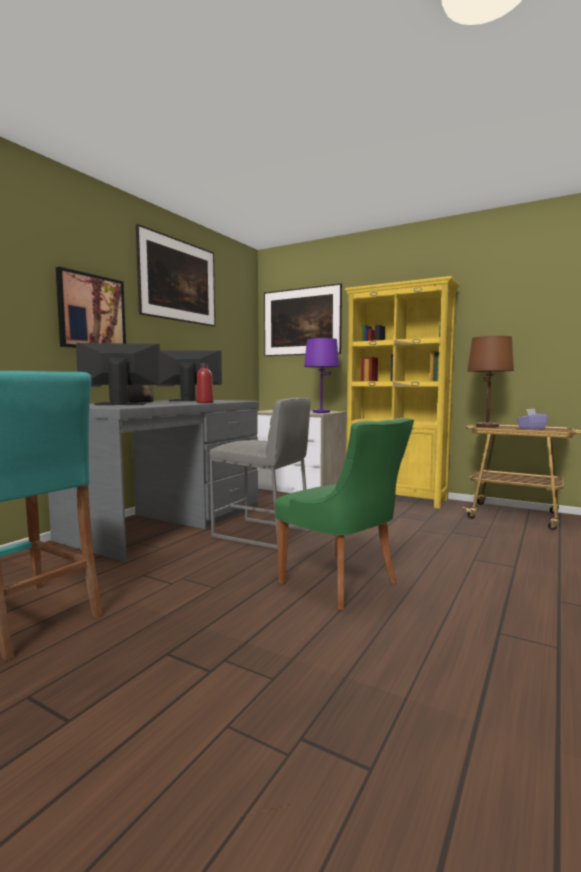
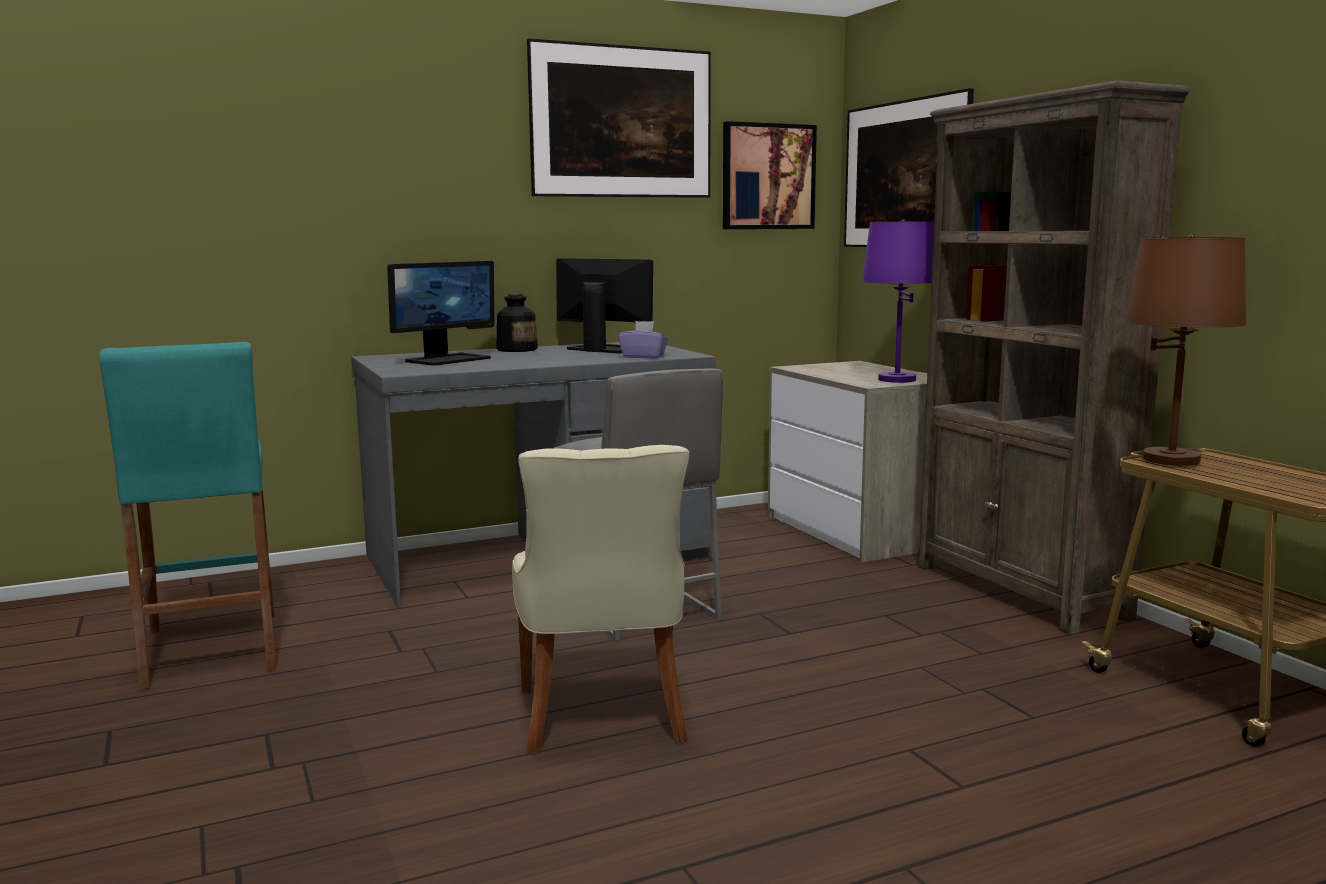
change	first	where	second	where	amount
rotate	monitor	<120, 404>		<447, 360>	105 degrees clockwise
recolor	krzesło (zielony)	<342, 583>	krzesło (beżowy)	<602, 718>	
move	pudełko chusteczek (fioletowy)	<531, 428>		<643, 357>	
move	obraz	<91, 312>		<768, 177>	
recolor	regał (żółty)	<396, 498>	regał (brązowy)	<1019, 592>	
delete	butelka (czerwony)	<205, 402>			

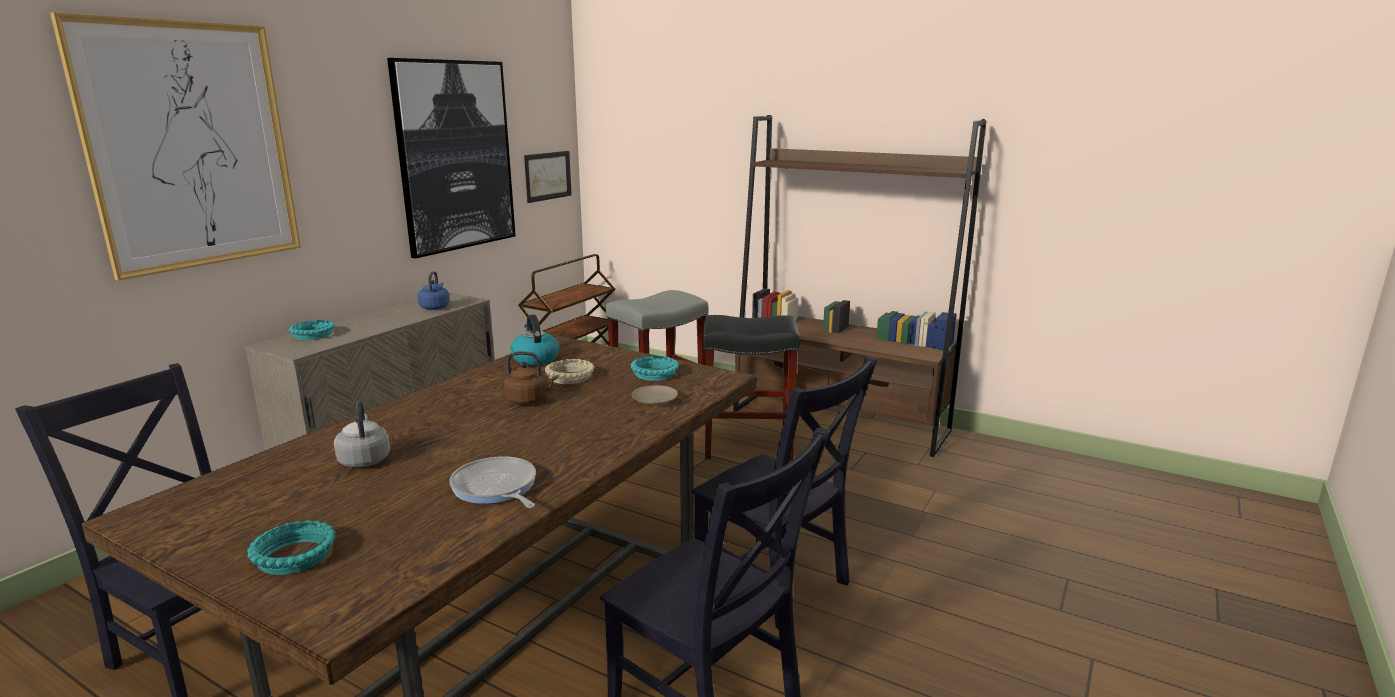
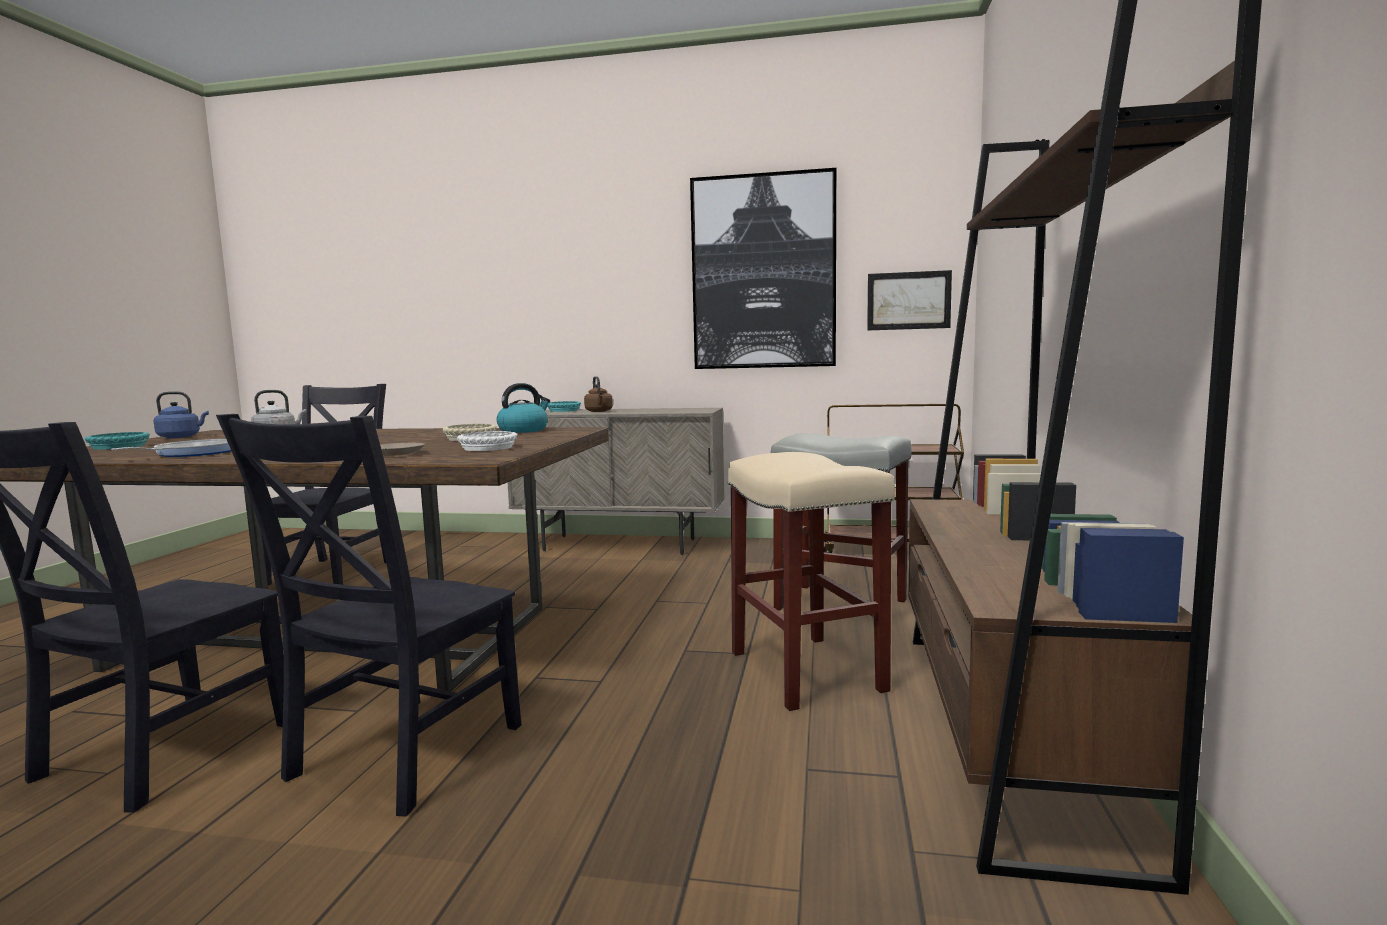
change	first	where	second	where	amount
move	czajnik (niebieski)	<435, 307>		<181, 437>	
recolor	miska (turkusowy)	<655, 374>	miska (biały)	<488, 448>	
move	czajnik (brązowy)	<529, 400>		<599, 411>	
recolor	stołek (czarny)	<749, 445>	stołek (beżowy)	<808, 671>	
delete	obraz	<191, 146>			

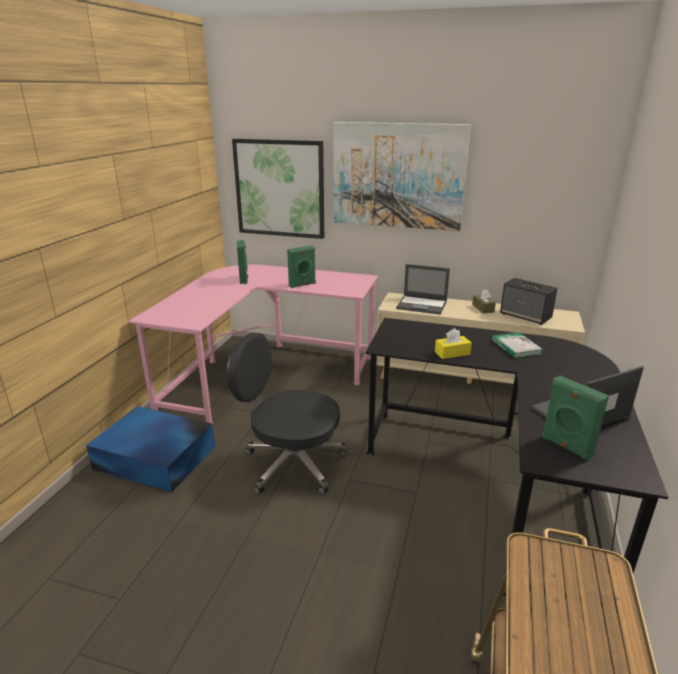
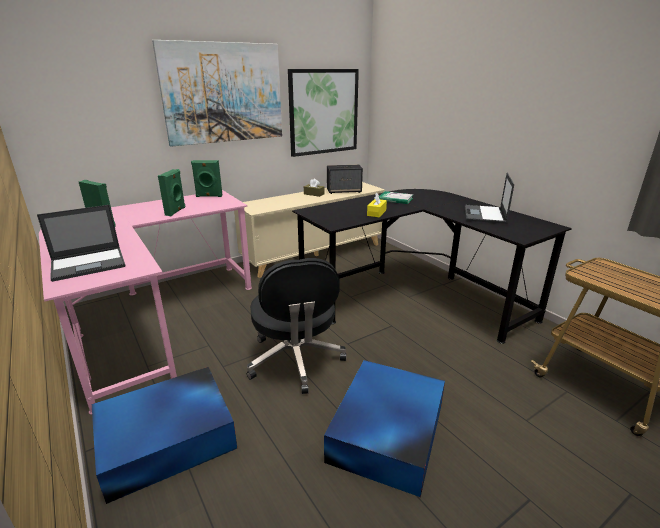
change	first	where	second	where	amount
move	laptop	<422, 305>		<89, 264>	
move	głośnik (zielony)	<566, 447>		<209, 196>	
rotate	krzesło biurowe (czarny)	<291, 464>		<295, 360>	75 degrees counterclockwise
move	obraz	<279, 188>		<323, 112>	
insert			pojemnik do przechowywania (niebieski)	<386, 433>	

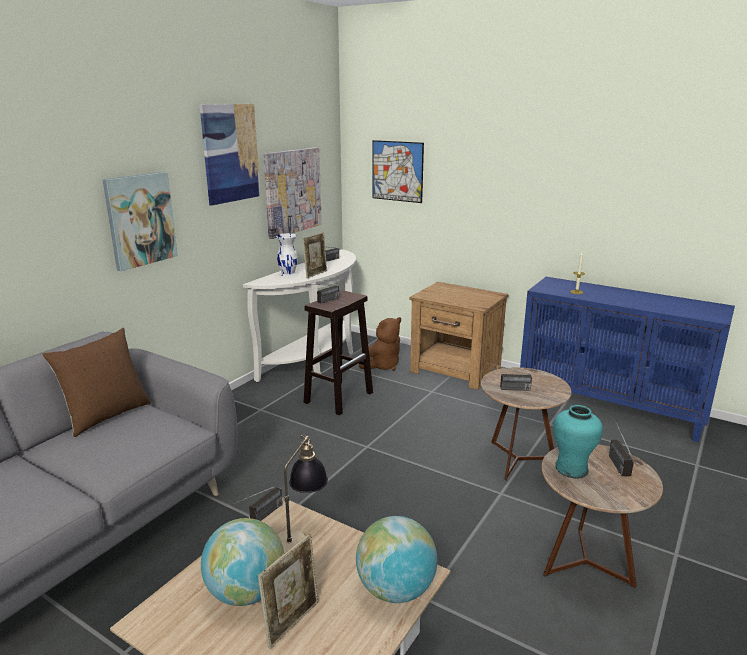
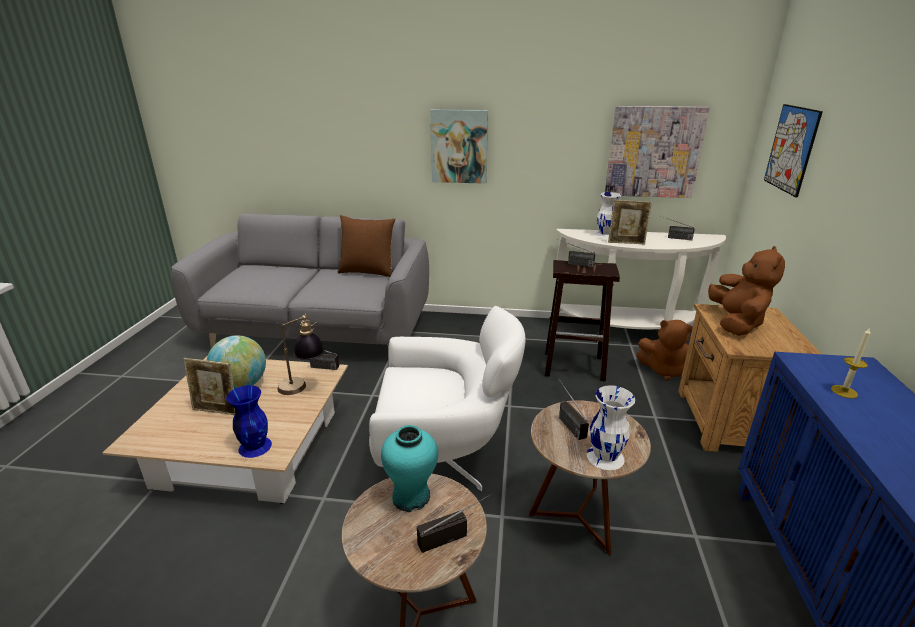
change	first	where	second	where	amount
replace	globus	<396, 590>	wazon (niebieski)	<254, 446>	
insert			fotel (biały)	<444, 458>	
insert			wazon (biały)	<605, 456>	
insert			pluszak (brązowy)	<736, 323>	
delete	obraz	<230, 153>			

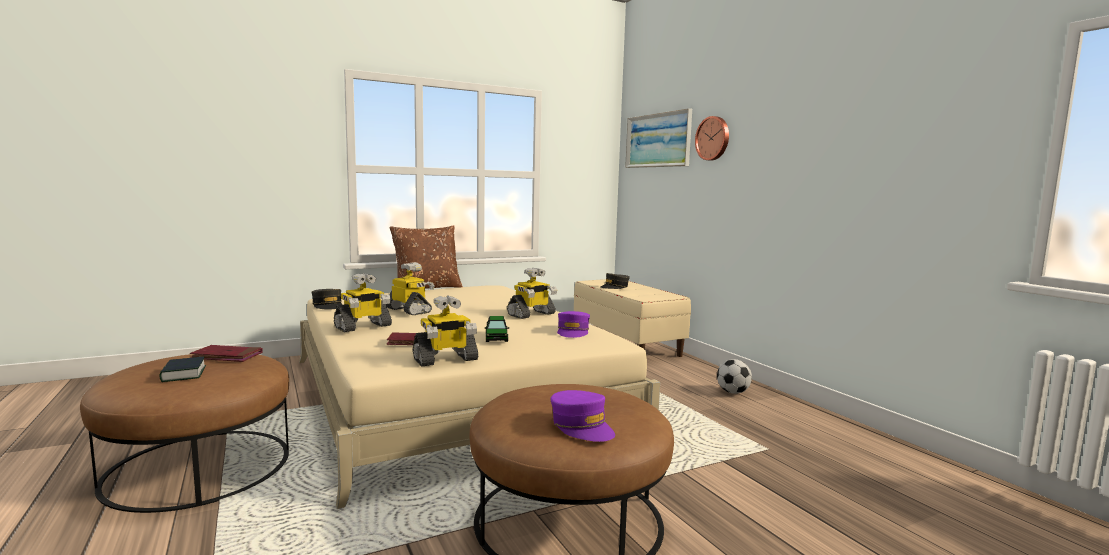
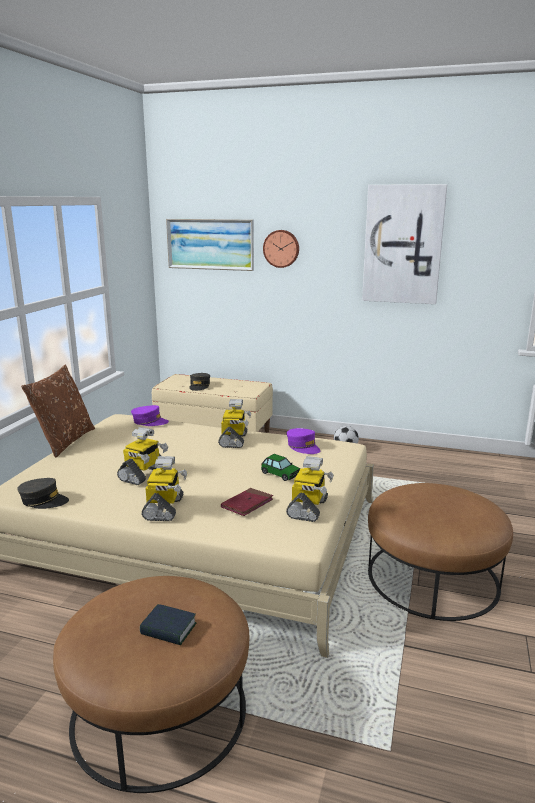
change	first	where	second	where	amount
rotate	robot zabawkowy	<409, 310>		<143, 475>	120 degrees clockwise
move	czapka z daszkiem (fioletowy)	<582, 426>		<149, 422>	
insert			obraz	<403, 245>	
delete	książka (czerwony)	<227, 356>			

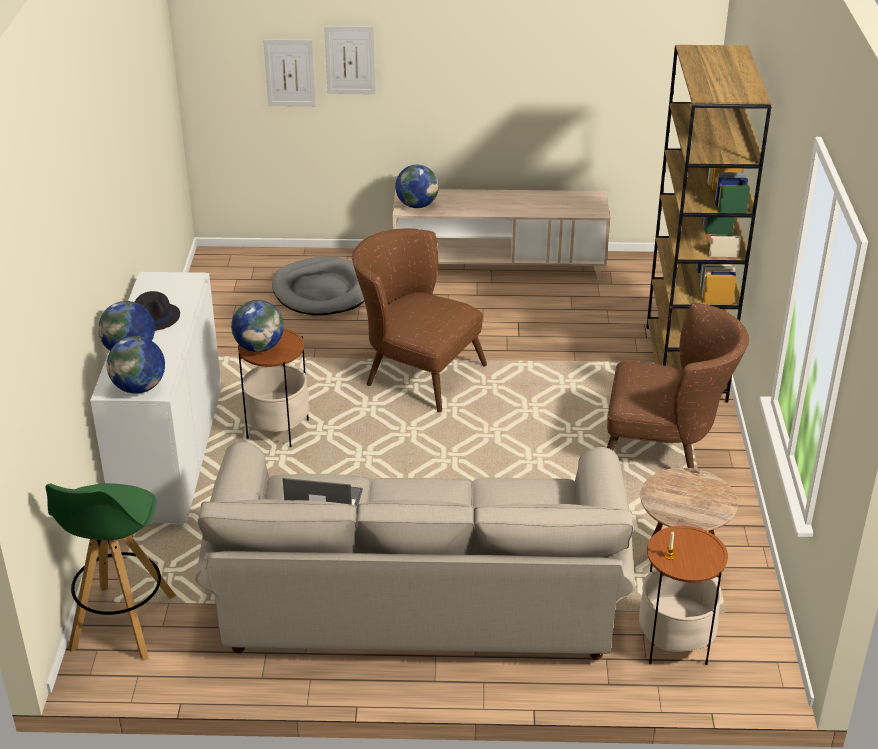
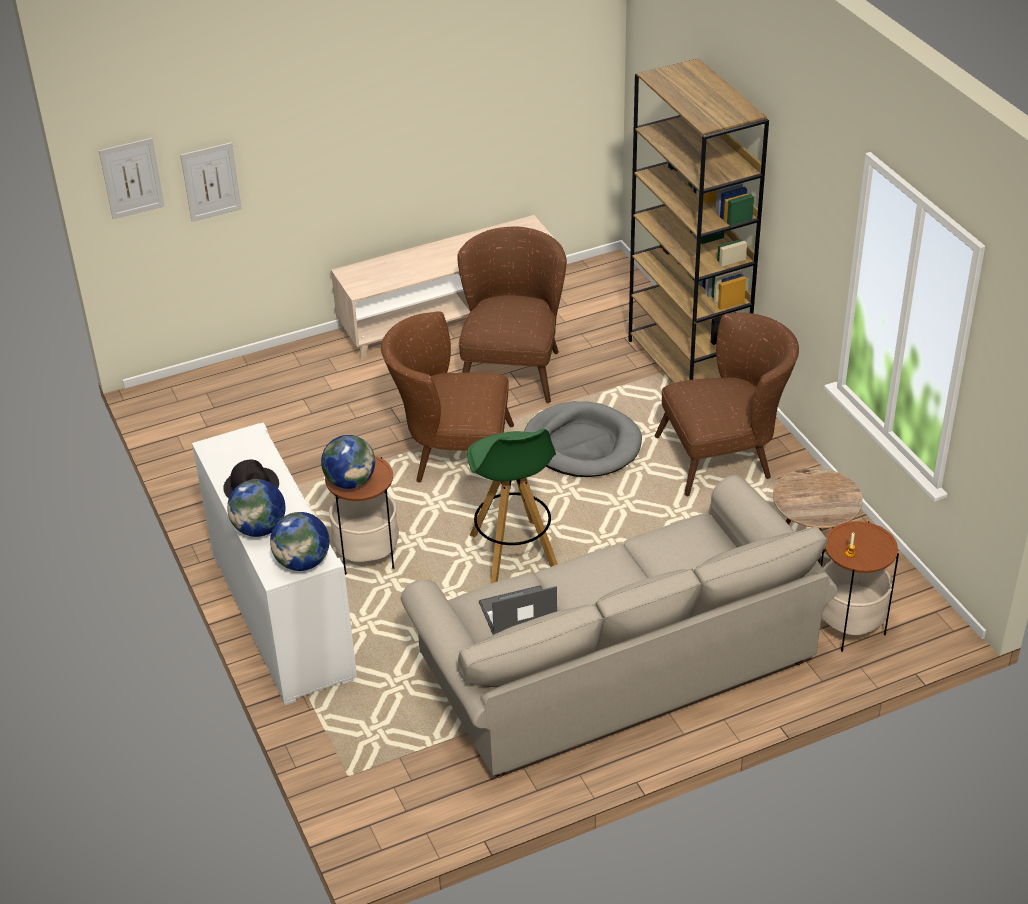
change	first	where	second	where	amount
move	obraz	<350, 60>		<132, 178>	
insert			fotel (brązowy)	<513, 366>	
move	stołek (zielony)	<122, 623>		<514, 554>	
move	legowisko (szary)	<322, 291>		<582, 444>	
delete	globus	<417, 205>			

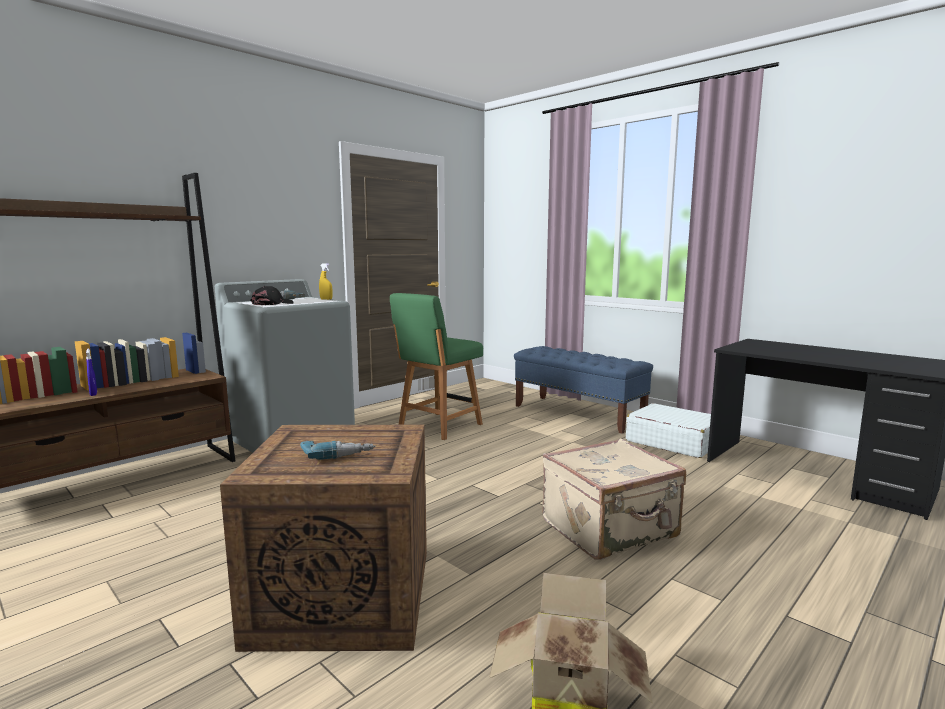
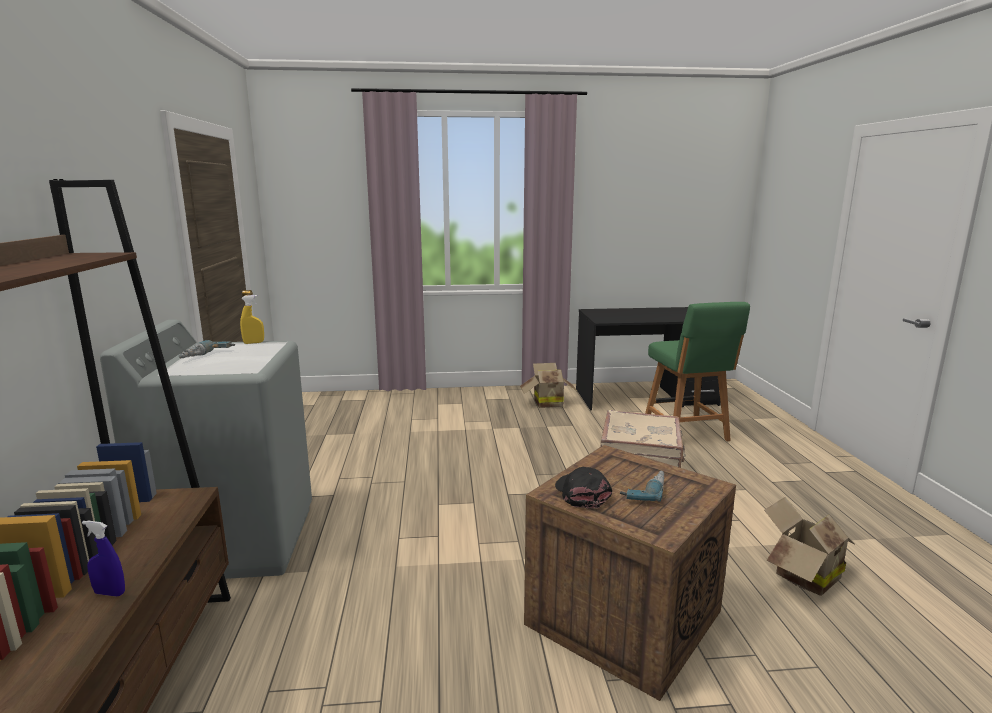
change	first	where	second	where	amount
replace	walizka (biały)	<673, 442>	karton	<546, 403>	
move	czapka z daszkiem (czarny)	<272, 304>		<581, 493>	
move	krzesło (zielony)	<438, 426>		<686, 433>	
delete	ławka (niebieski)	<578, 413>			

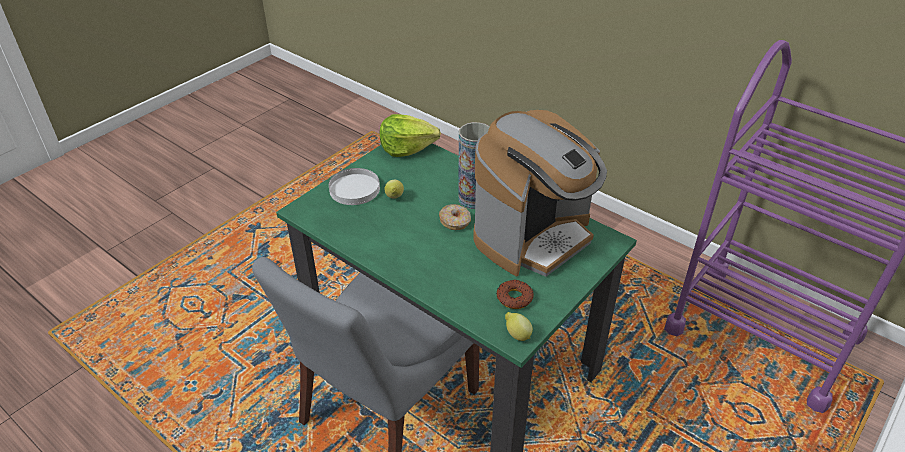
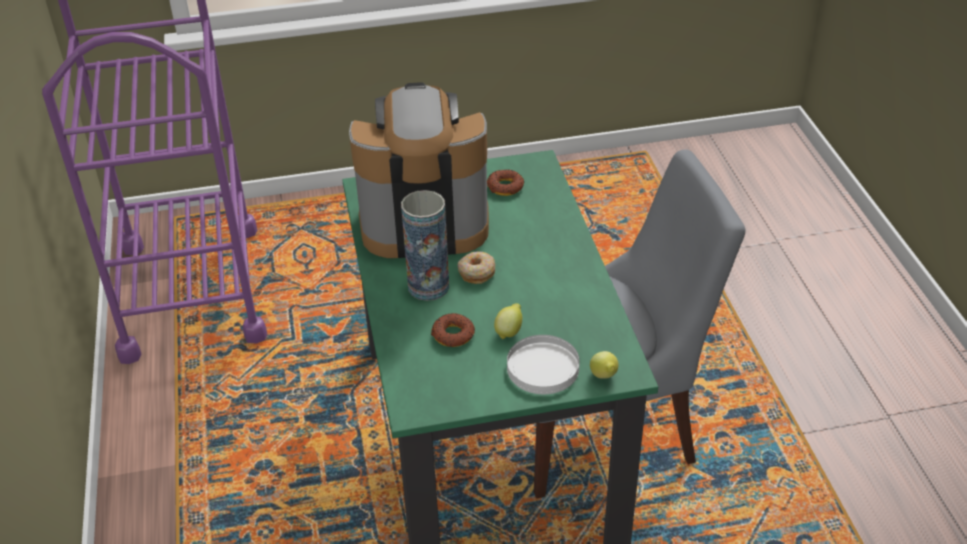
change	first	where	second	where	amount
insert			donut	<453, 335>	
move	cytryna	<517, 335>		<604, 376>	
delete	sałata	<407, 148>			

